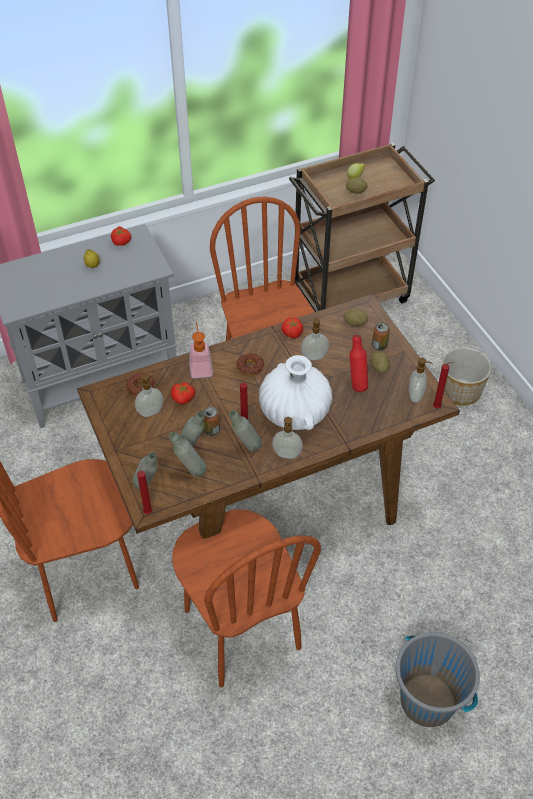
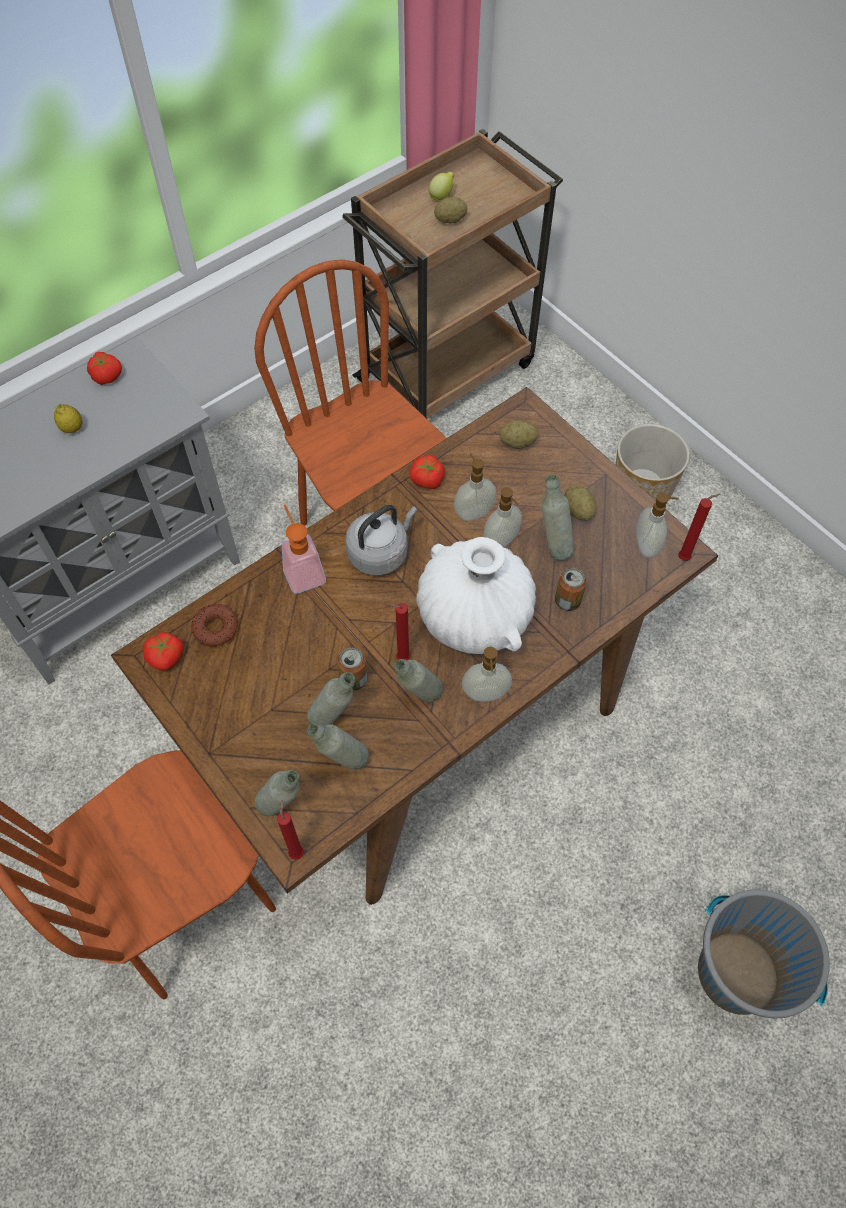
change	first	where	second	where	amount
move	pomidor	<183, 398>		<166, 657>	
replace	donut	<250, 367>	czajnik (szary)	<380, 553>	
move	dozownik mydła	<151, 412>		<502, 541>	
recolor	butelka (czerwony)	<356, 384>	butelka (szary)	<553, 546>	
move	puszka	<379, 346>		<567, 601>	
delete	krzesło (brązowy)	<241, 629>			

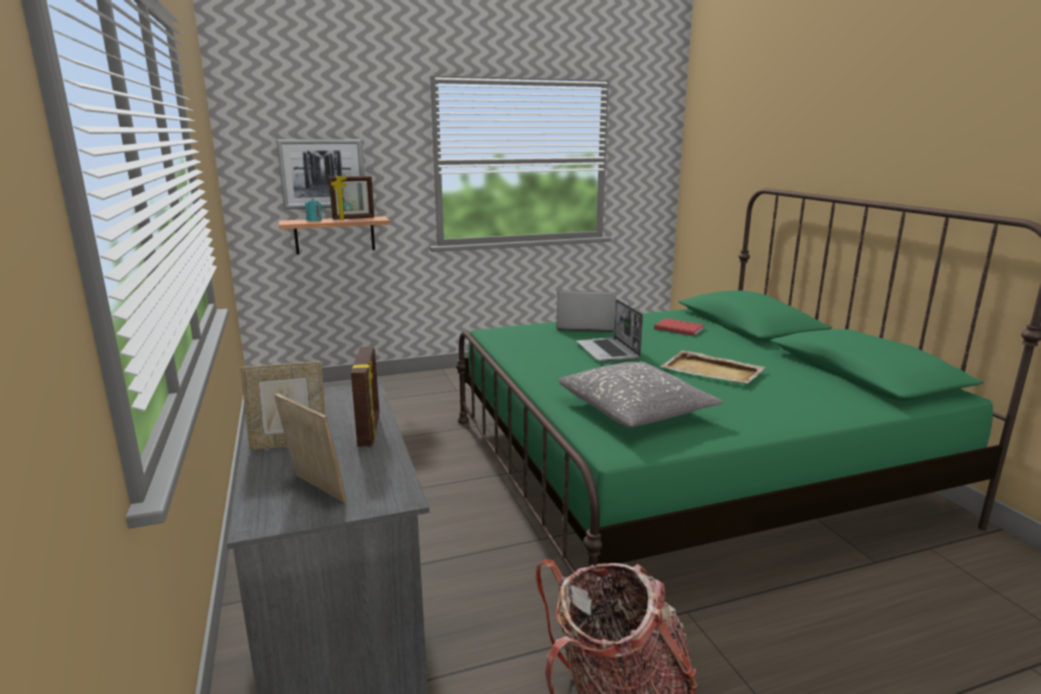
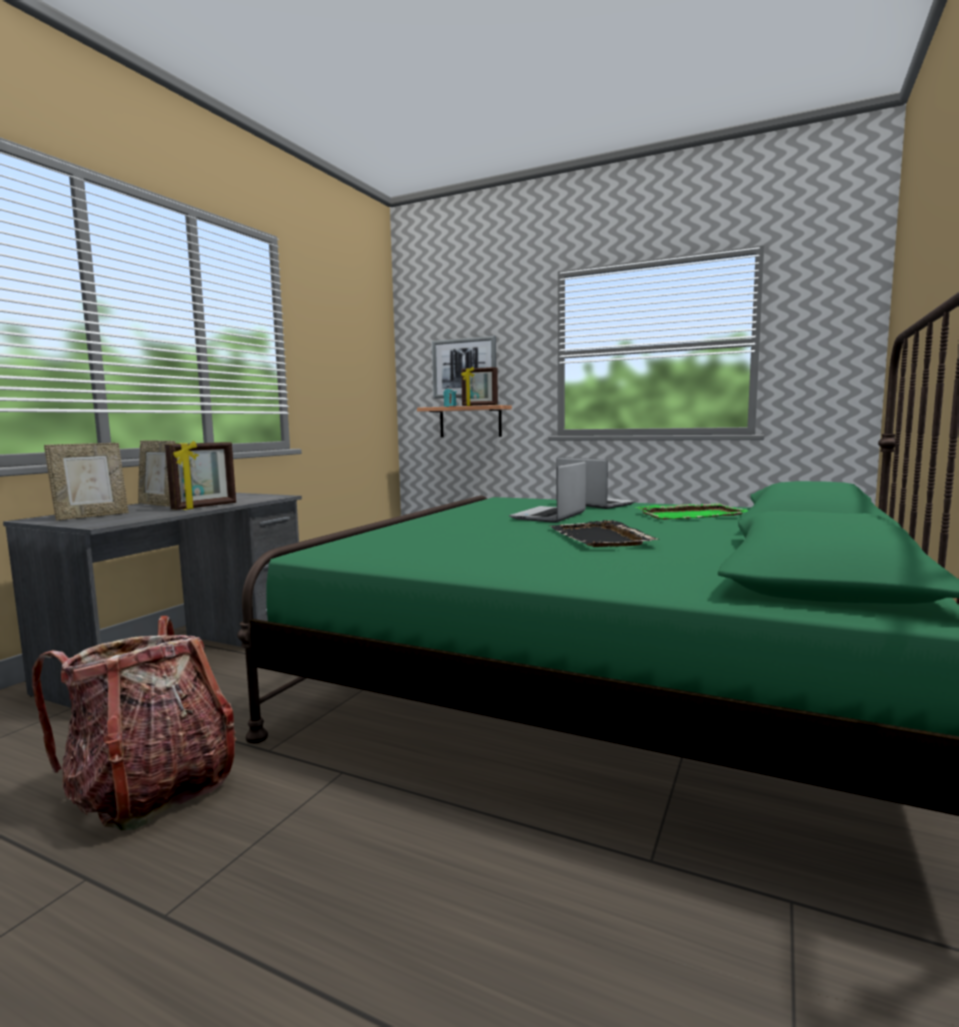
change	first	where	second	where	amount
rotate	ramka na zdjęcie	<315, 490>		<92, 516>	45 degrees clockwise
recolor	taca (beżowy)	<712, 371>	taca (czarny)	<599, 538>	
replace	książka (czerwony)	<679, 328>	taca (zielony)	<692, 515>	
delete	poduszka (szary)	<636, 410>			

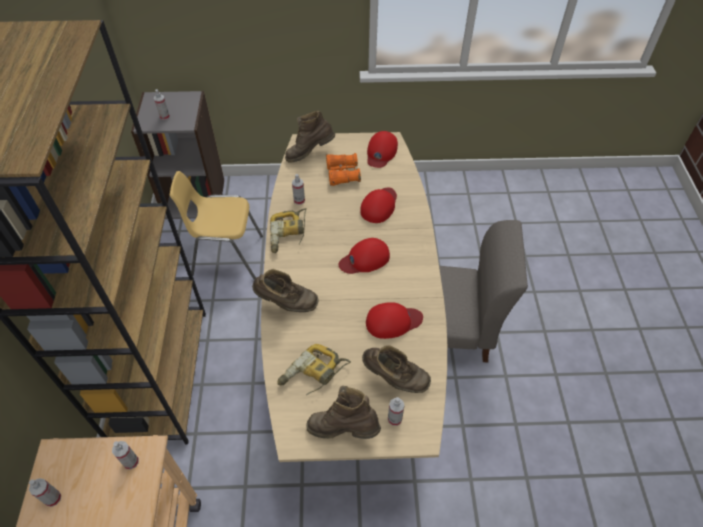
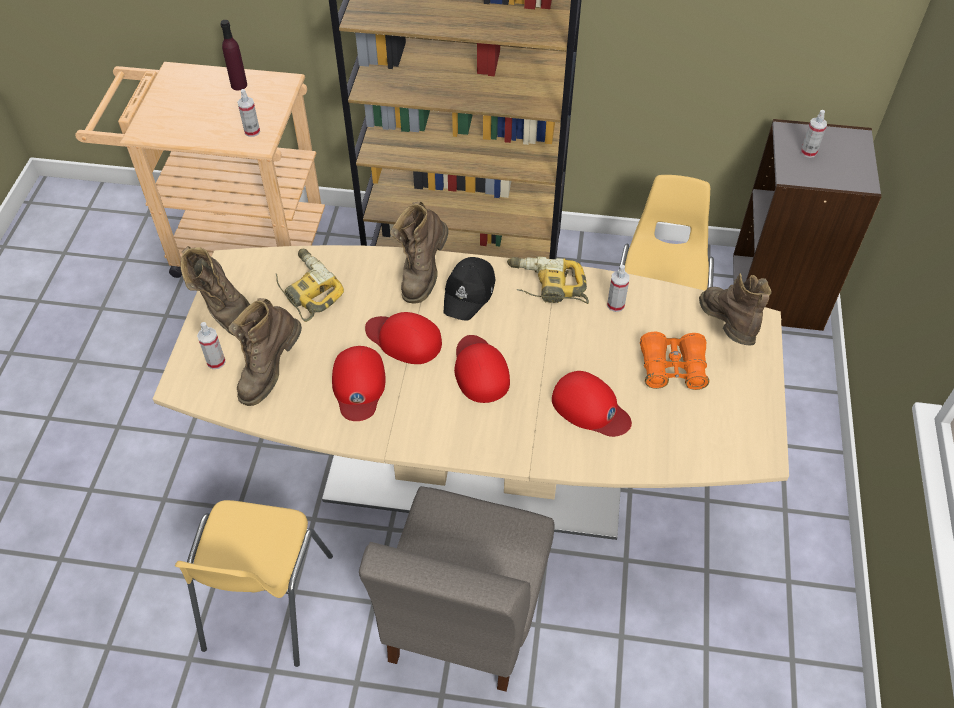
change	first	where	second	where	amount
insert			krzesło (żółty)	<266, 603>	
rotate	but z cholewką (brązowy)	<343, 429>		<224, 310>	120 degrees clockwise
replace	spryskiwacz	<53, 498>	butelka (fioletowy)	<239, 85>	
move	czapka z daszkiem (czerwony)	<381, 152>		<404, 339>	
insert			czapka z daszkiem (czarny)	<469, 293>	

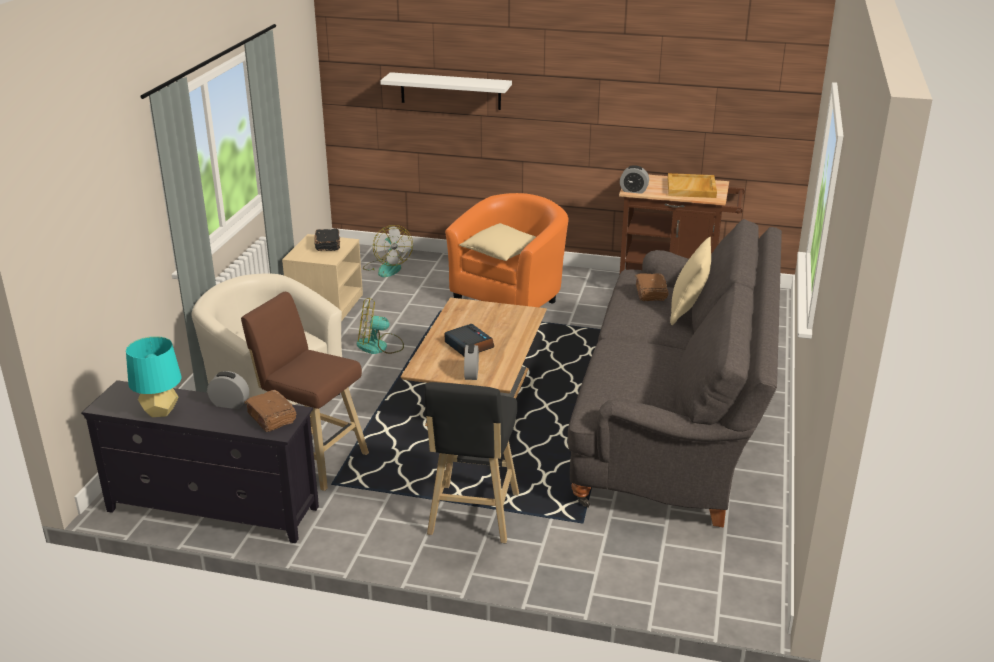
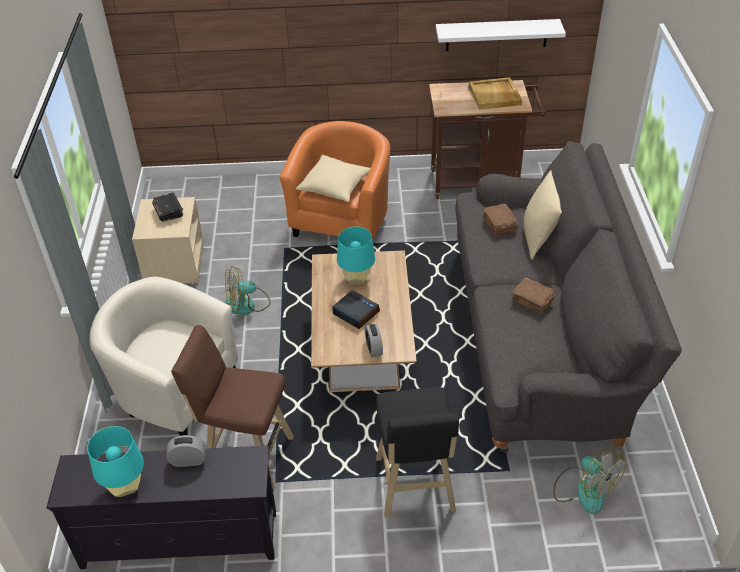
change	first	where	second	where	amount
insert			lampa stołowa (turkusowy)	<356, 279>	
move	półka (biały)	<450, 91>		<496, 35>	
move	książka (brązowy)	<271, 418>		<532, 301>	
move	wentylator	<387, 268>		<584, 489>	
delete	budzik	<633, 191>			

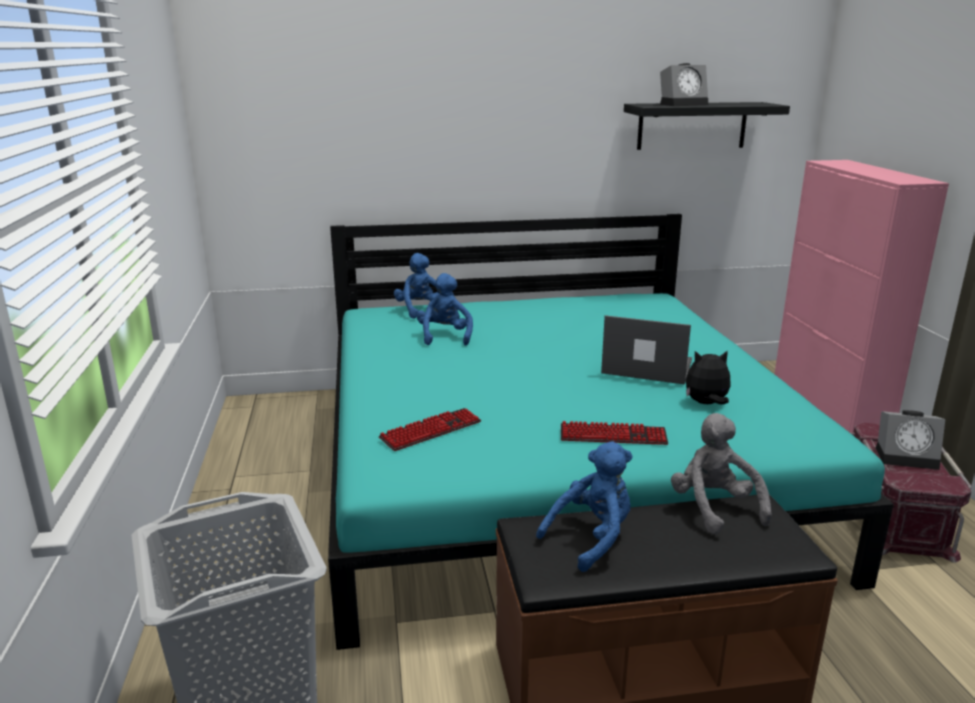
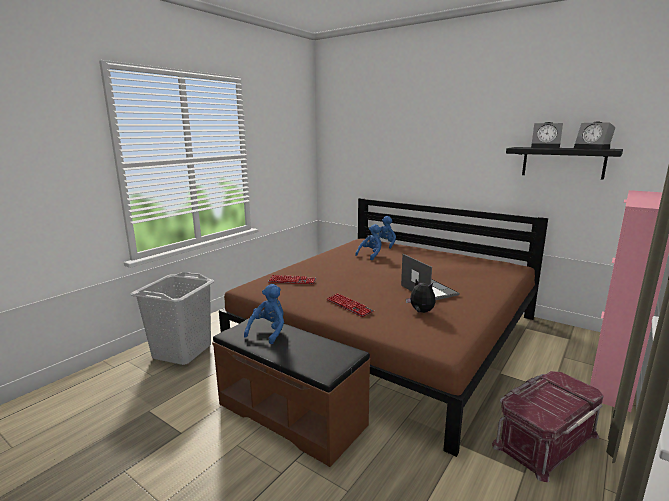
change	first	where	second	where	amount
recolor	łóżko (turkusowy)	<551, 467>	łóżko (brązowy)	<390, 333>	
rotate	pluszak (niebieski)	<592, 538>		<269, 331>	75 degrees counterclockwise
move	budzik	<907, 457>		<593, 148>	
delete	pluszak (szary)	<714, 508>			

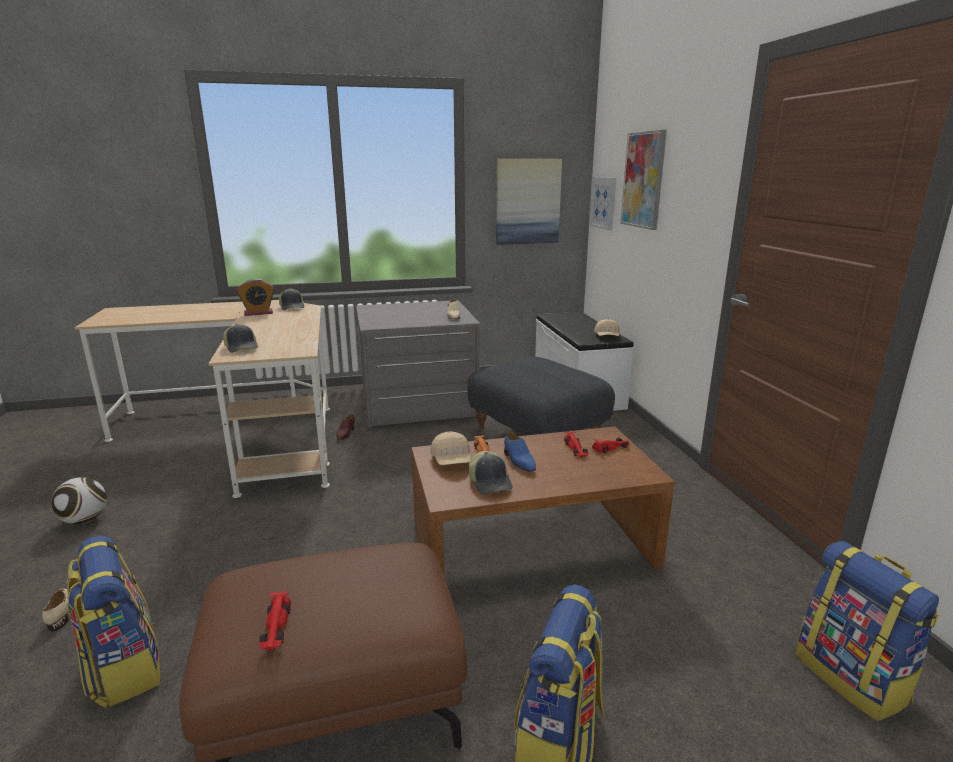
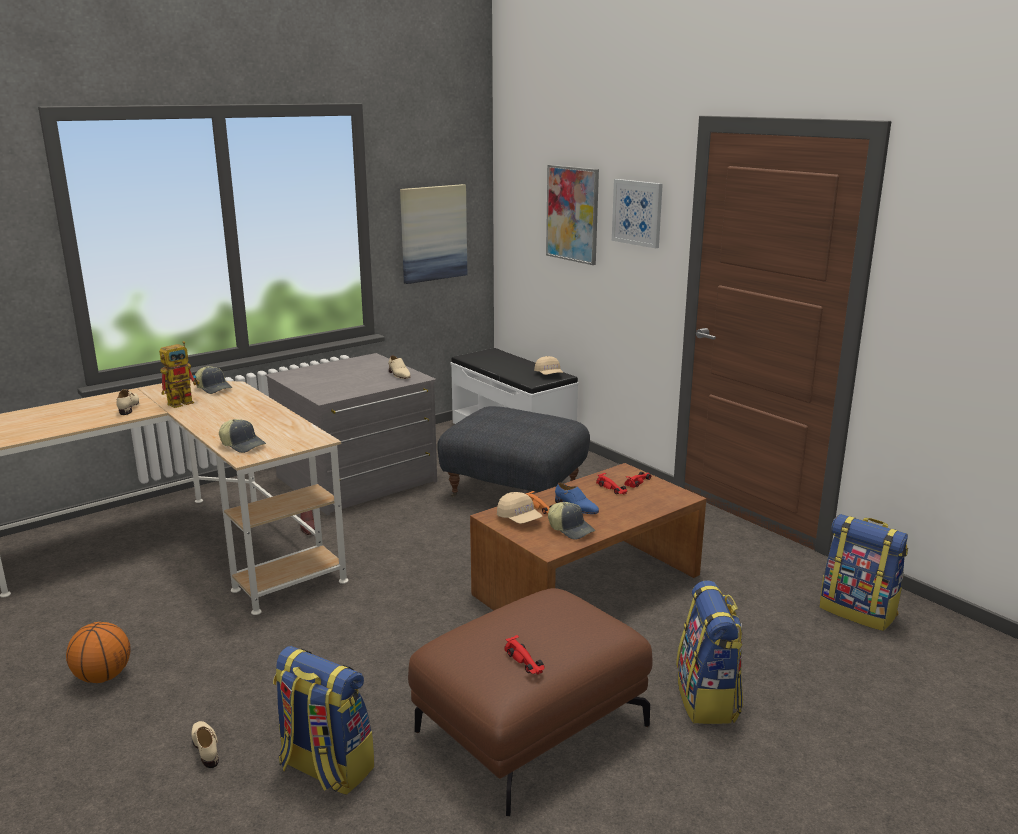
change	first	where	second	where	amount
replace	piłka futbolowa	<85, 520>	piłka do koszykówki	<103, 677>	
insert			but (beżowy)	<129, 407>	
replace	budzik	<258, 313>	robot zabawkowy	<184, 401>	
move	obraz	<603, 203>		<637, 212>	

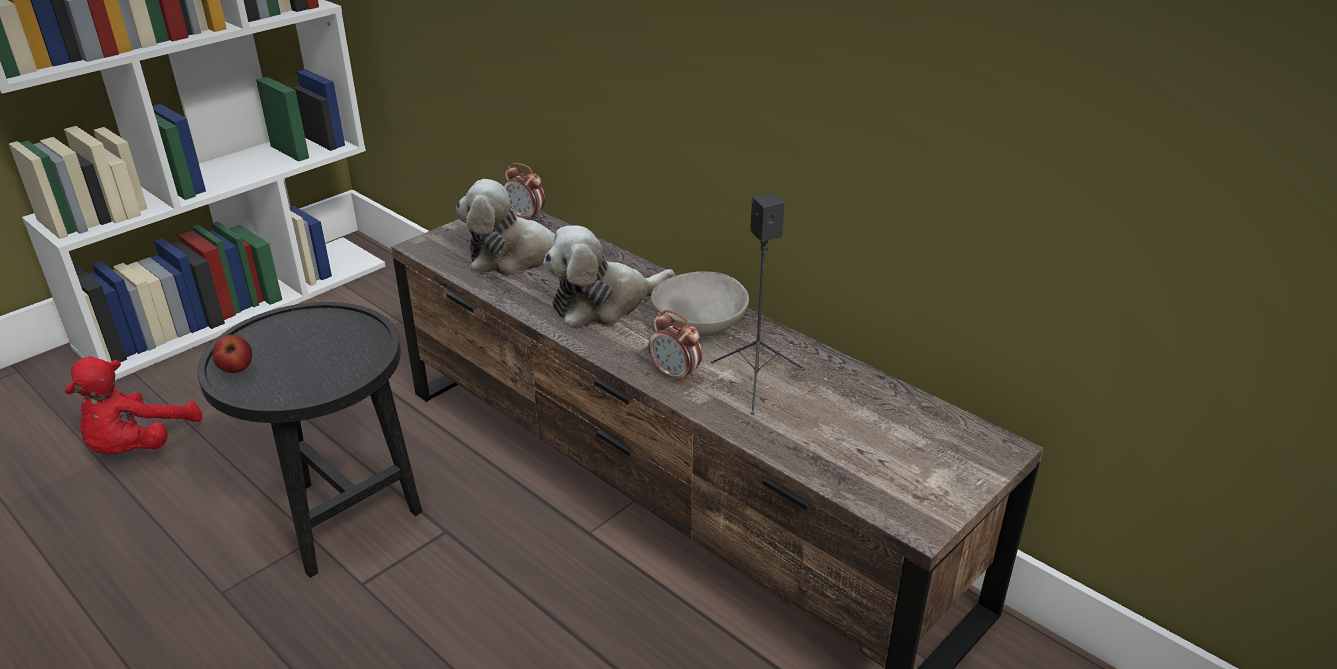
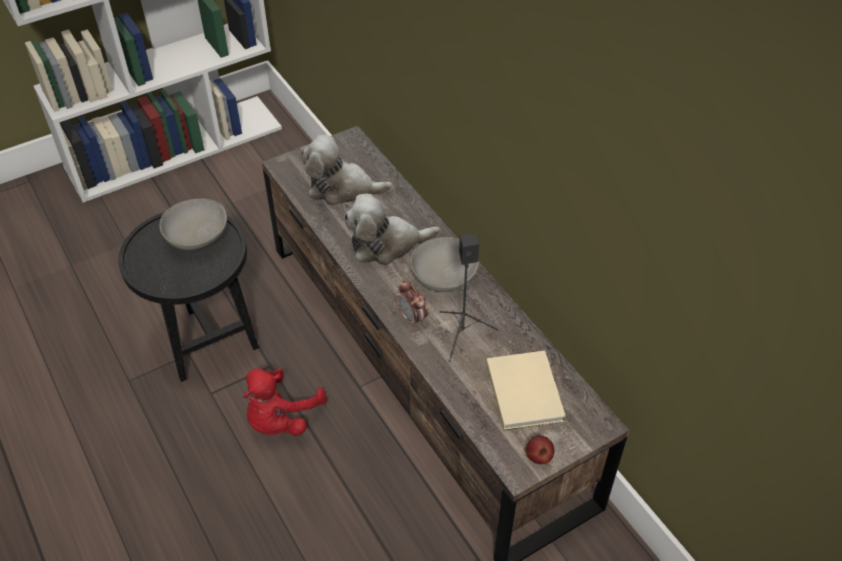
change	first	where	second	where	amount
insert			miska (szary)	<196, 237>	
move	pluszak (czerwony)	<138, 446>		<281, 418>	
insert			książka (beżowy)	<525, 390>	
move	jabłko	<236, 369>		<538, 457>	
delete	budzik	<526, 217>			

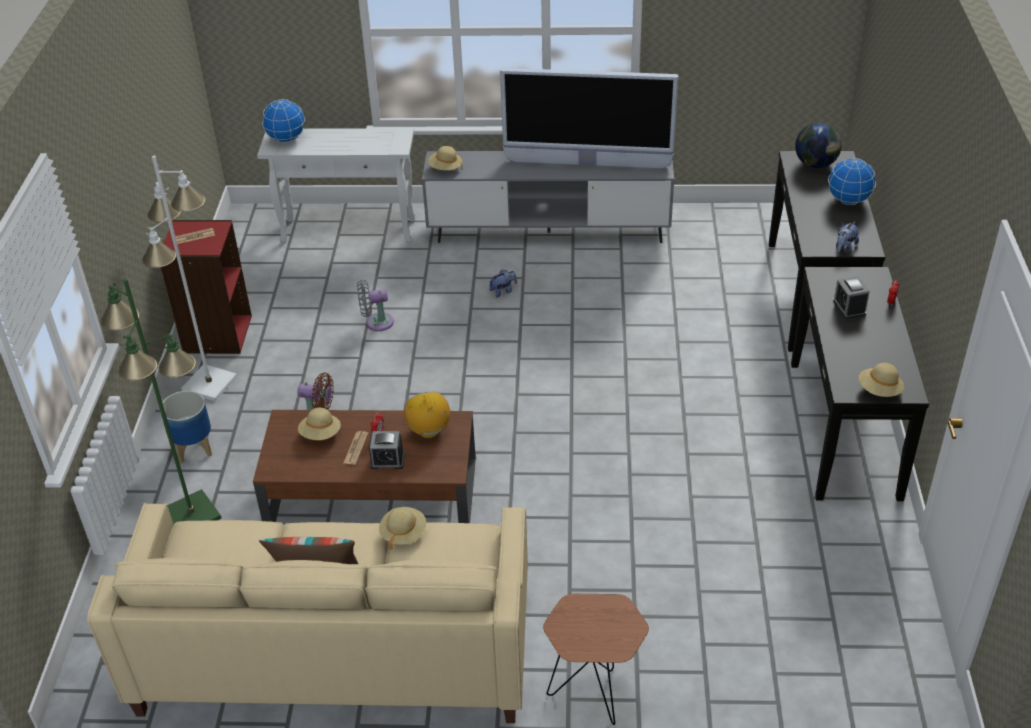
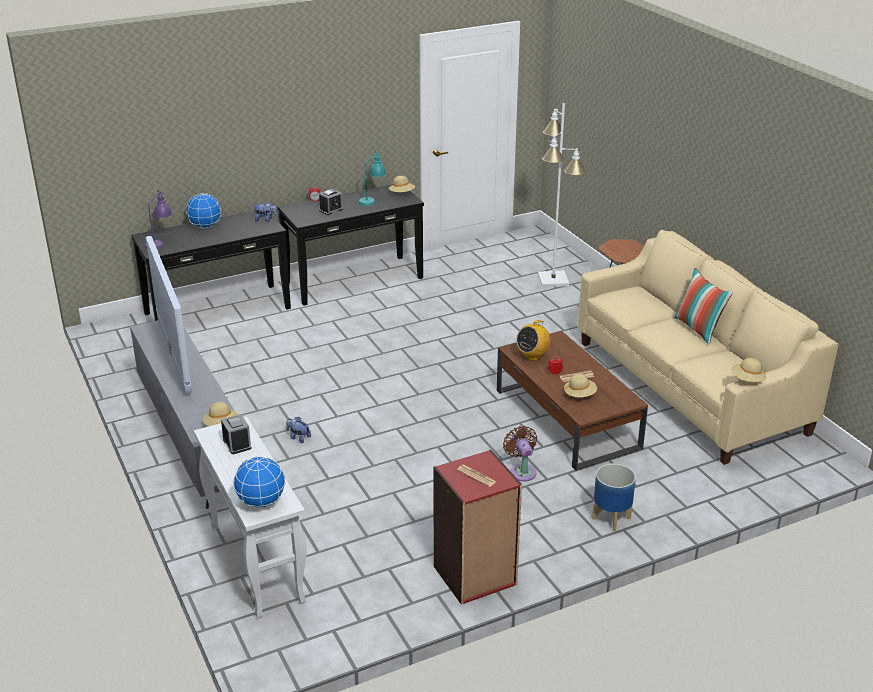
change	first	where	second	where	amount
replace	globus	<816, 164>	lampa stołowa (fioletowy)	<160, 243>	
move	budzik	<387, 460>		<237, 444>	
insert			lampa stołowa (turkusowy)	<372, 200>	
move	lampa stojąca (biały)	<210, 384>		<553, 279>	
move	kapelusz (beżowy)	<403, 533>		<747, 380>	
delete	lampa stojąca (zielony)	<192, 514>			
delete	wentylator (szary)	<376, 322>			

